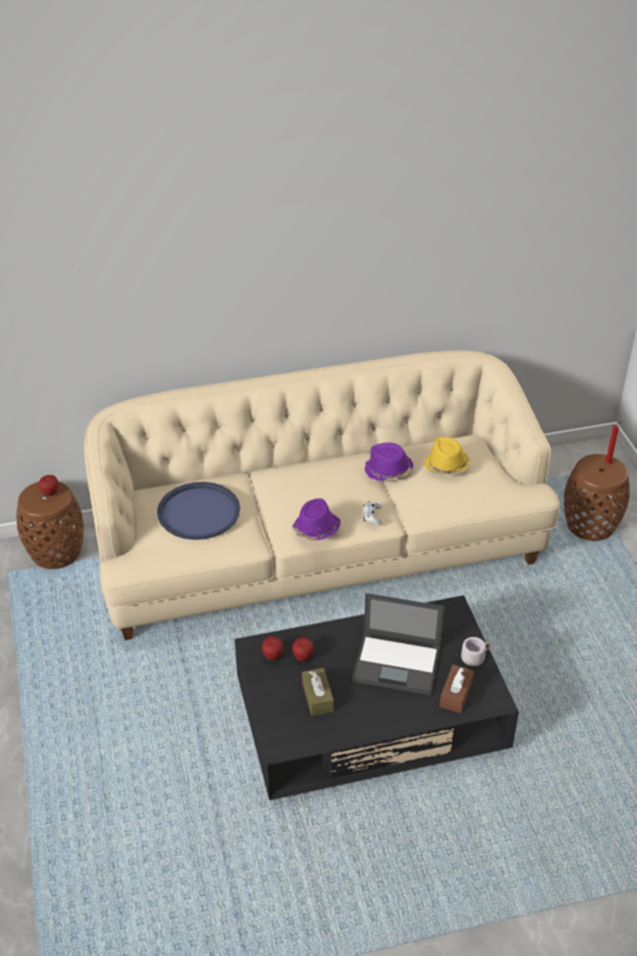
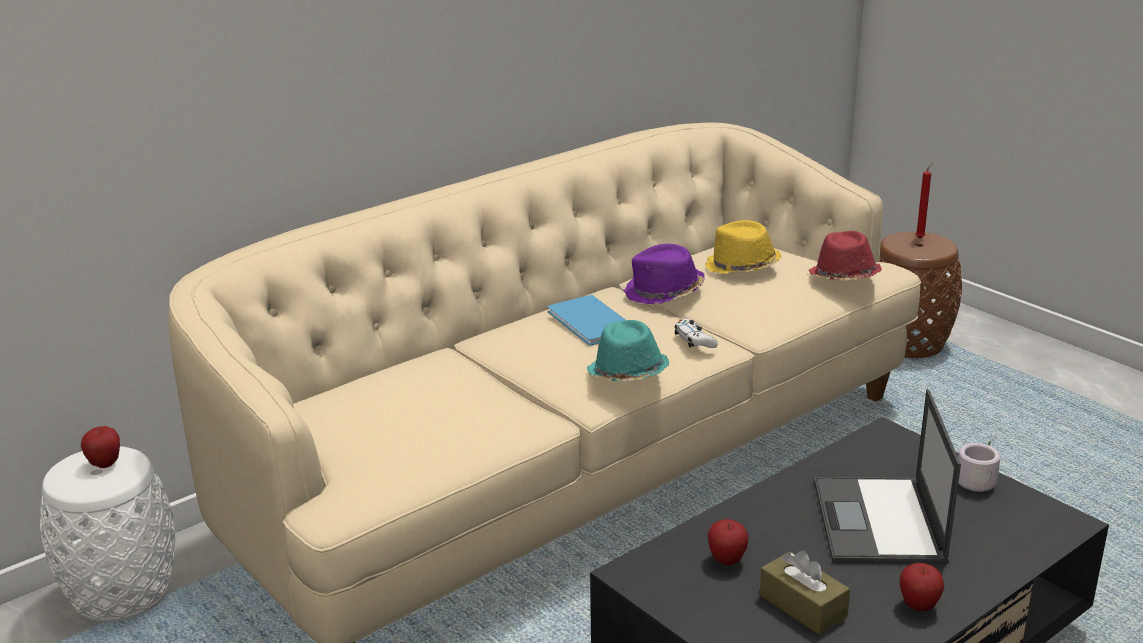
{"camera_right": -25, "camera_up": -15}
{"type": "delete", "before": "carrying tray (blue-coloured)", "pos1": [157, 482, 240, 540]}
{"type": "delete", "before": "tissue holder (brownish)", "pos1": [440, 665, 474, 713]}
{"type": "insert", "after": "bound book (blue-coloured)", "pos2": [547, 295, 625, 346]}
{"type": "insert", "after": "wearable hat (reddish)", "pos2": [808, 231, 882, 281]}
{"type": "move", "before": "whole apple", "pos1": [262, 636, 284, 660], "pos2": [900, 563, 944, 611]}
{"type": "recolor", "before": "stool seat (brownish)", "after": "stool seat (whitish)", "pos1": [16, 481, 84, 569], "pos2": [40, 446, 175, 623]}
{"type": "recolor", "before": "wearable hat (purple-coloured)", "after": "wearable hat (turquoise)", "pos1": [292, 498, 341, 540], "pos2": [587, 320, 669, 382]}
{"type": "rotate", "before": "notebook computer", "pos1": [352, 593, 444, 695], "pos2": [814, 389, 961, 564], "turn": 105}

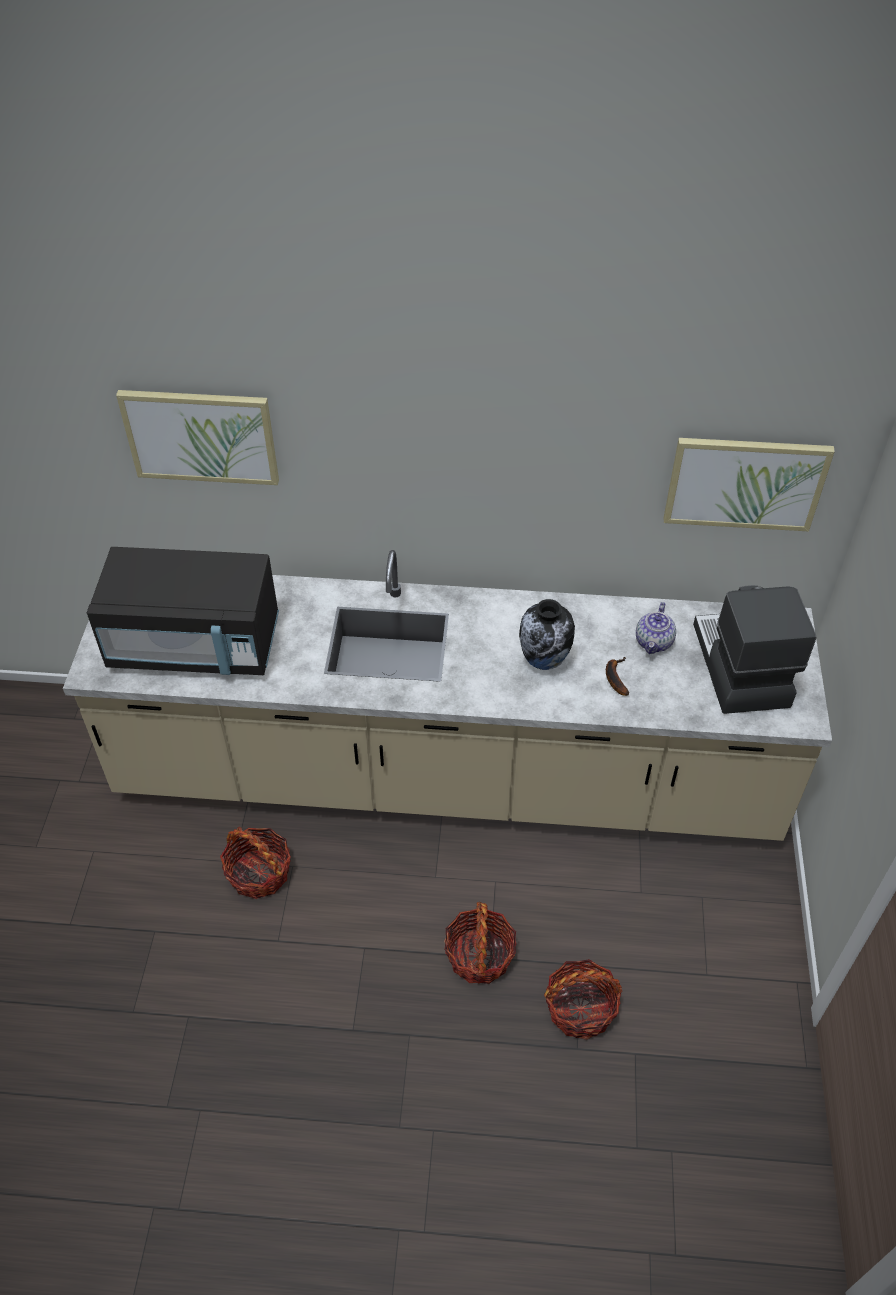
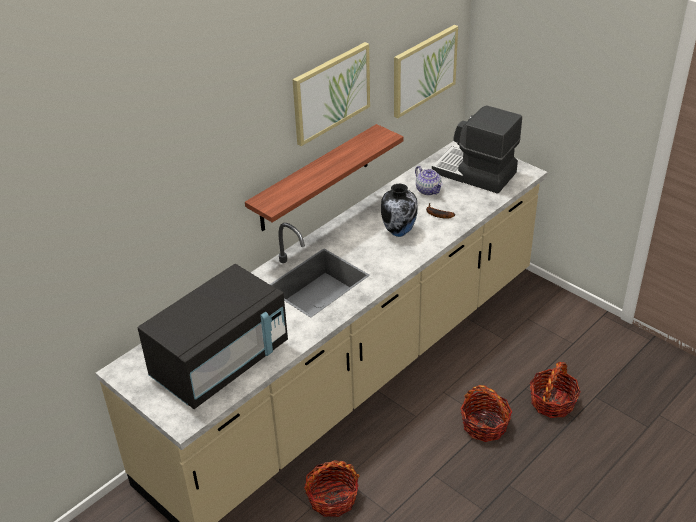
{"camera_right": -50, "camera_up": -10}
{"type": "insert", "after": "wall shelf", "pos2": [245, 124, 403, 231]}
{"type": "move", "before": "picture", "pos1": [116, 390, 279, 485], "pos2": [292, 42, 370, 146]}

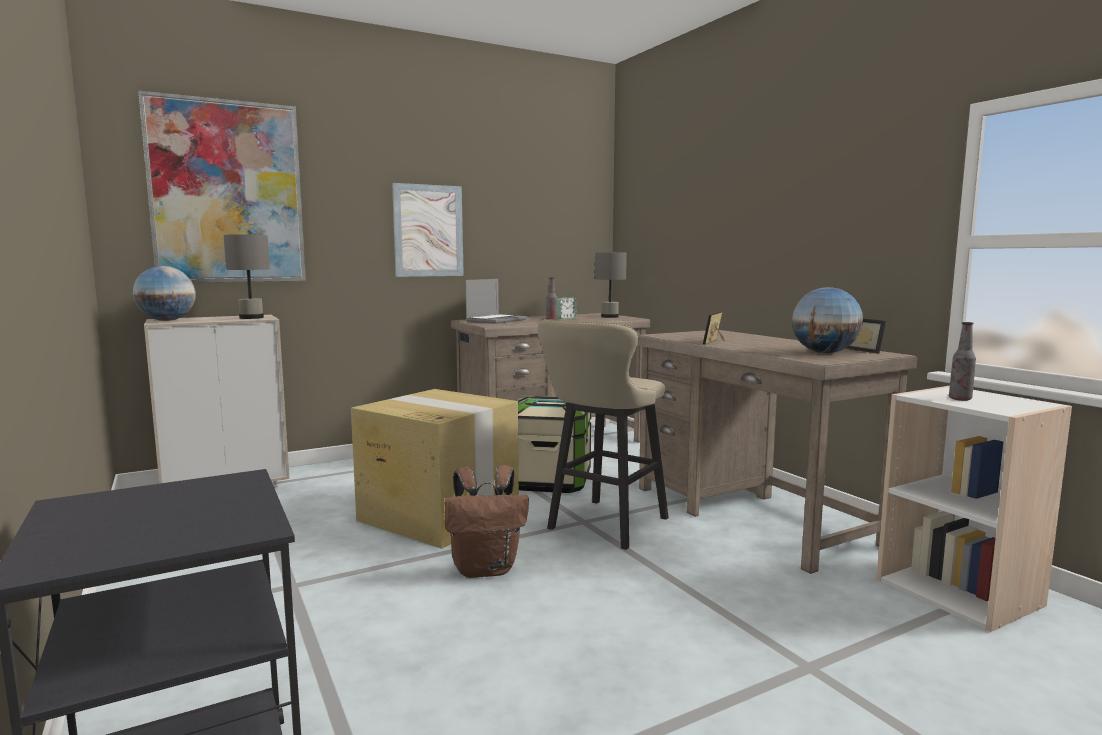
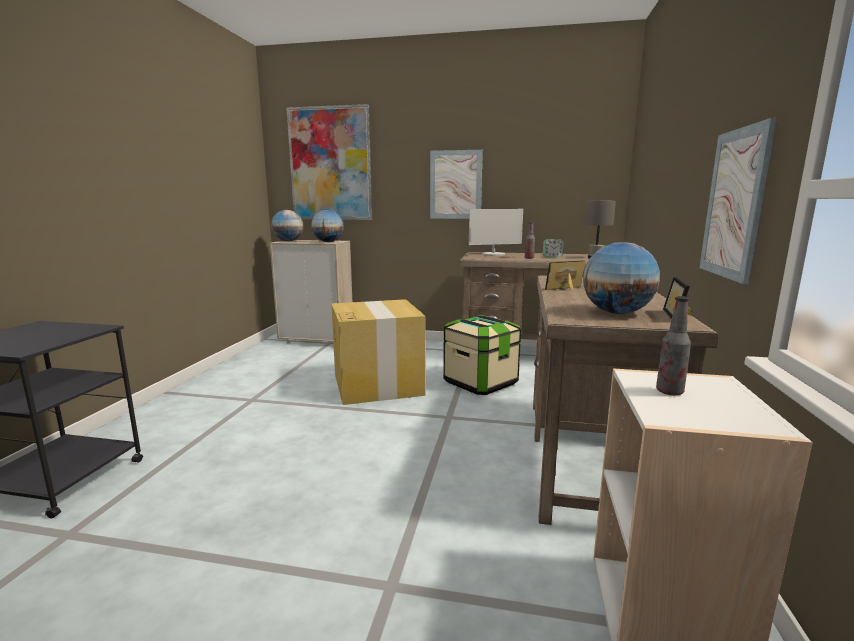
{"camera_right": 40, "camera_up": 5}
{"type": "delete", "before": "rucksack (brownish)", "pos1": [444, 465, 529, 578]}
{"type": "delete", "before": "stool seat (beige-coloured)", "pos1": [537, 319, 669, 550]}
{"type": "insert", "after": "picture", "pos2": [699, 118, 777, 284]}
{"type": "replace", "before": "tabletop lamp (gray)", "after": "desk globe", "pos1": [224, 234, 270, 319], "pos2": [311, 210, 344, 242]}
{"type": "replace", "before": "notebook computer", "after": "computer screen", "pos1": [465, 279, 527, 324], "pos2": [469, 209, 523, 256]}

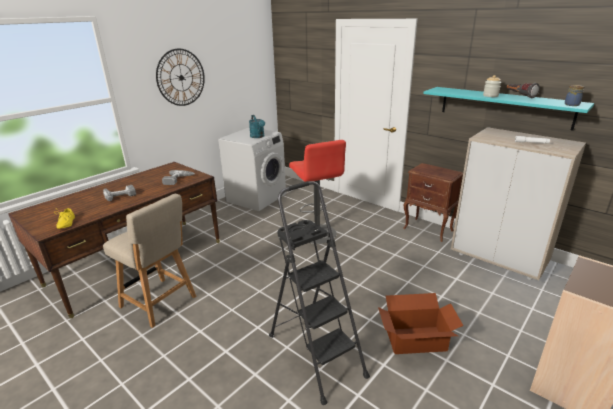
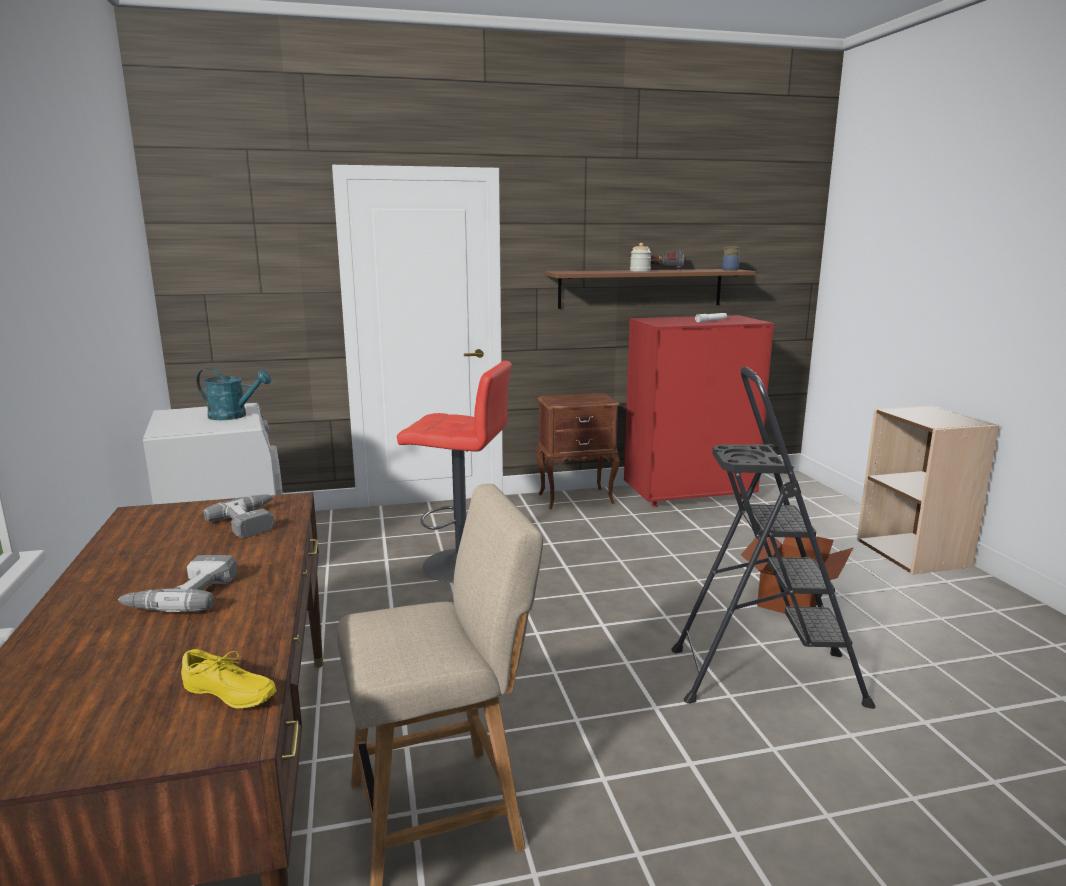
{"camera_right": -55, "camera_up": -10}
{"type": "delete", "before": "clock on the wall", "pos1": [156, 49, 205, 106]}
{"type": "recolor", "before": "wall shelf (turquoise)", "after": "wall shelf (brownish)", "pos1": [423, 87, 594, 131], "pos2": [545, 269, 755, 309]}
{"type": "recolor", "before": "storage cabinet (beige-coloured)", "after": "storage cabinet (reddish)", "pos1": [451, 127, 586, 280], "pos2": [624, 315, 774, 507]}

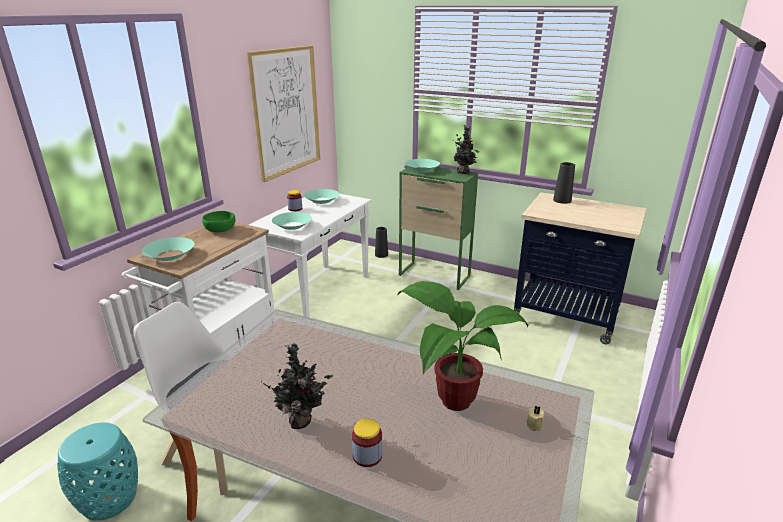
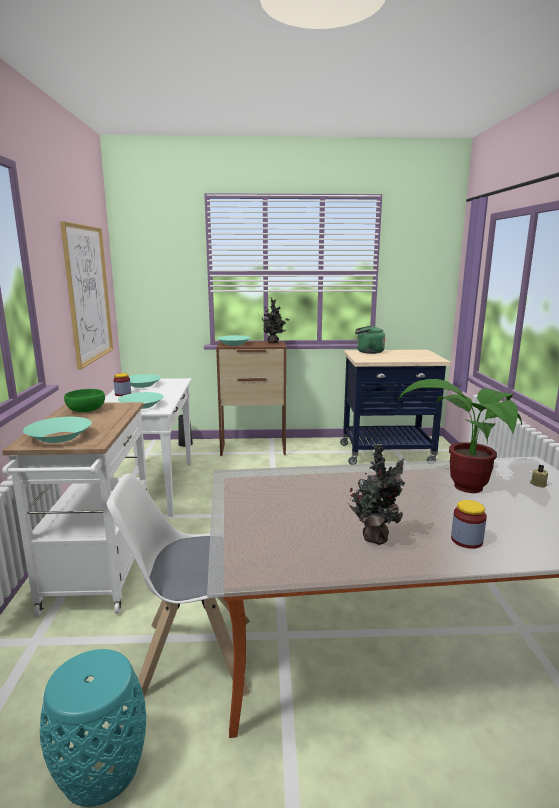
{"camera_right": -30, "camera_up": -10}
{"type": "replace", "before": "decorative vase (blackish)", "after": "tea kettle (green-coloured)", "pos1": [553, 162, 575, 204], "pos2": [355, 325, 385, 354]}
{"type": "recolor", "before": "storage cabinet (green-coloured)", "after": "storage cabinet (brownish)", "pos1": [399, 167, 478, 290], "pos2": [216, 341, 286, 456]}

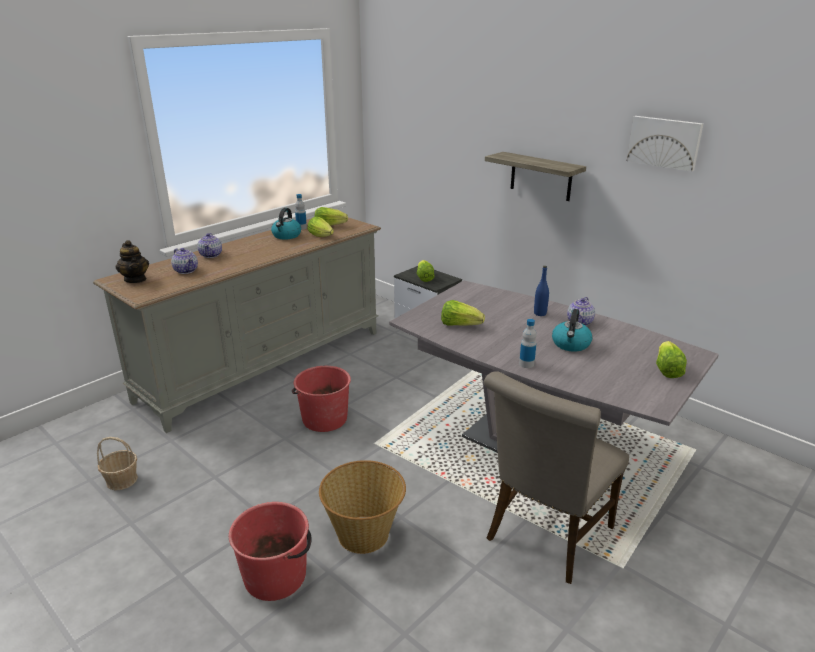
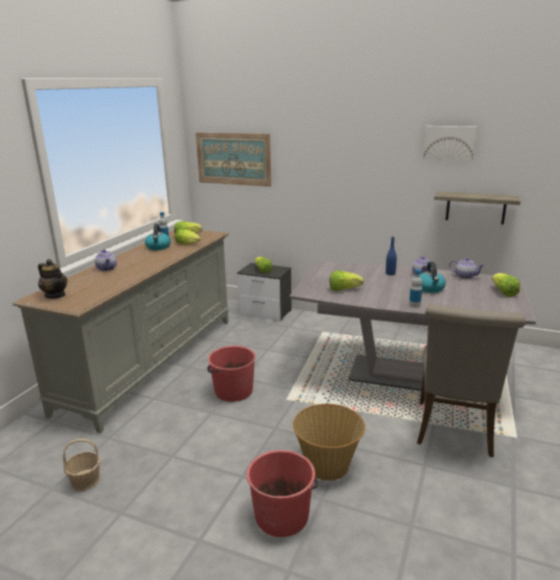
{"camera_right": -20, "camera_up": -5}
{"type": "insert", "after": "picture", "pos2": [196, 132, 271, 187]}
{"type": "move", "before": "tea pot", "pos1": [171, 248, 198, 274], "pos2": [449, 258, 484, 279]}
{"type": "move", "before": "wall shelf", "pos1": [485, 152, 586, 201], "pos2": [434, 191, 521, 225]}

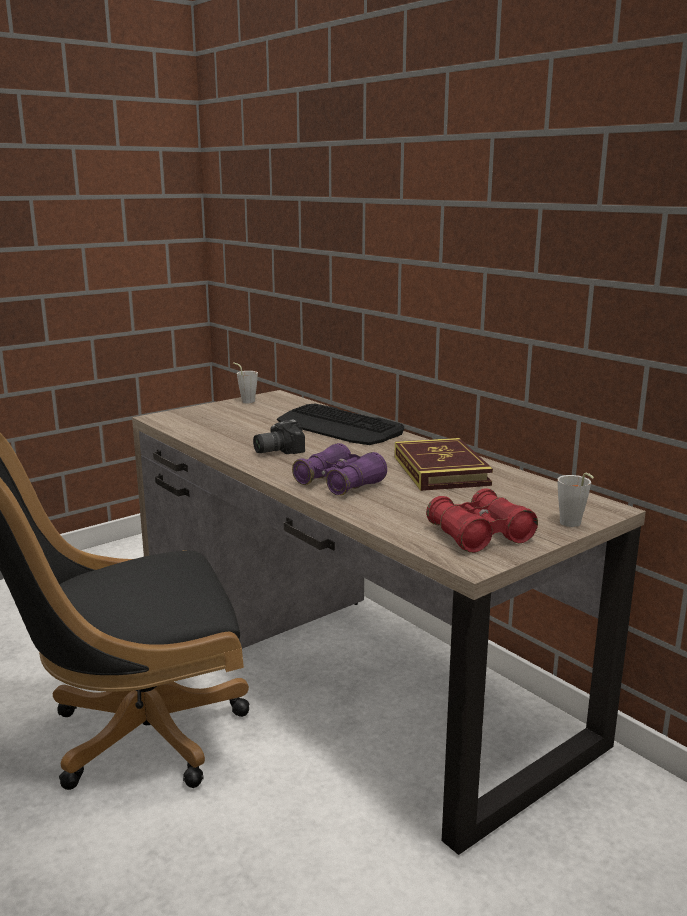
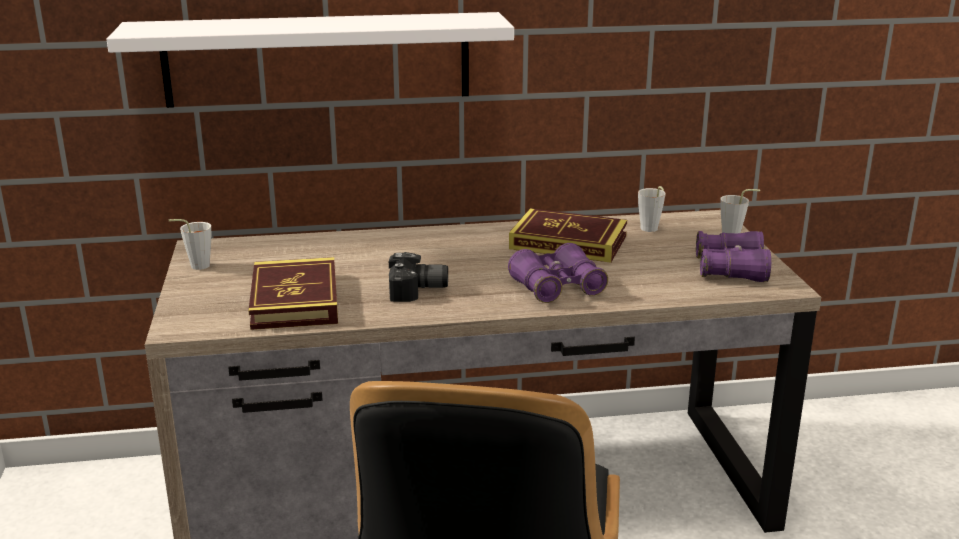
{"camera_right": -60, "camera_up": 5}
{"type": "delete", "before": "computer keyboard", "pos1": [277, 404, 404, 445]}
{"type": "insert", "after": "wall shelf (whitish)", "pos2": [106, 12, 514, 108]}
{"type": "insert", "after": "bound book", "pos2": [248, 257, 338, 330]}
{"type": "insert", "after": "drinking cup (gray)", "pos2": [638, 186, 666, 232]}
{"type": "recolor", "before": "field glasses (reddish)", "after": "field glasses (purple-coloured)", "pos1": [426, 488, 538, 553], "pos2": [696, 231, 771, 282]}
{"type": "rotate", "before": "photo camera", "pos1": [253, 419, 305, 454], "pos2": [389, 252, 448, 302], "turn": -90}

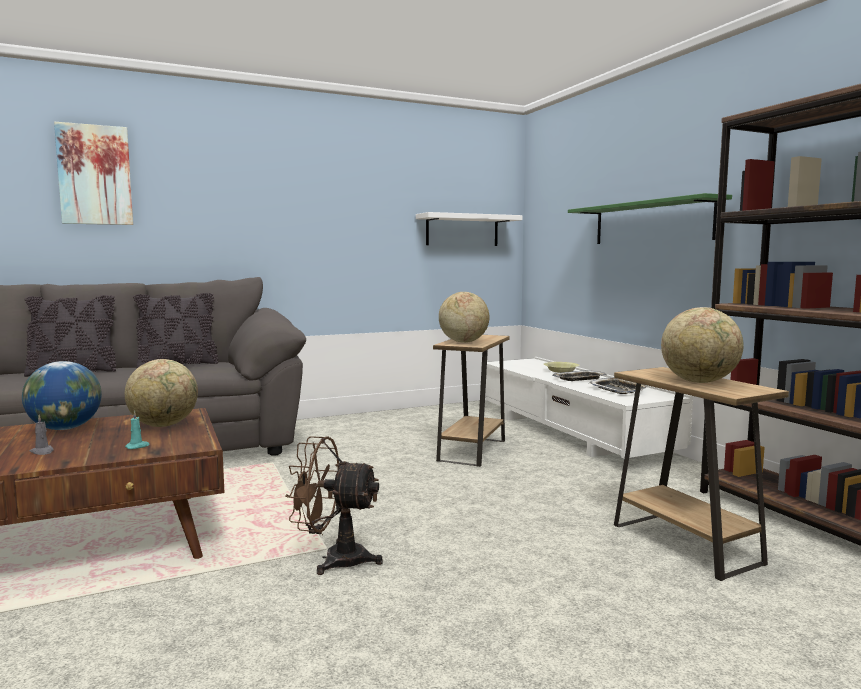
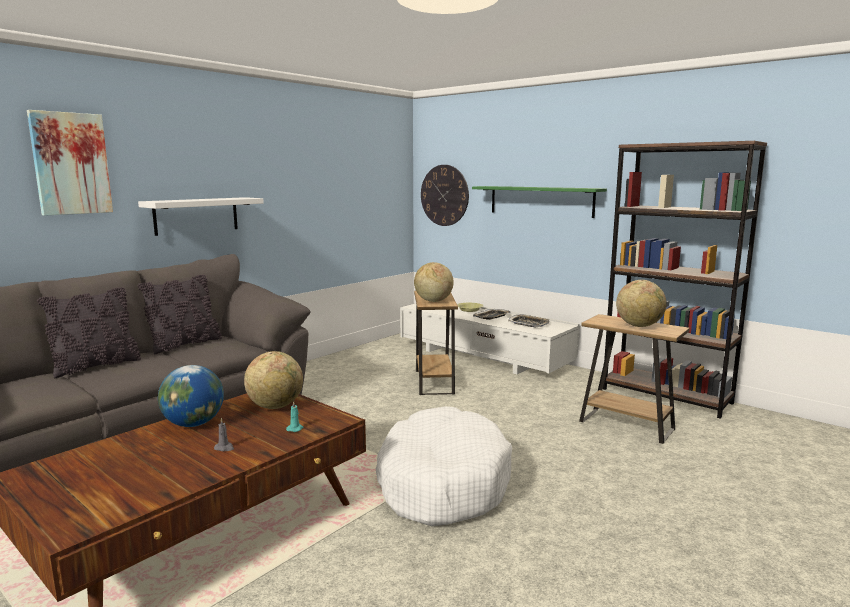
{"camera_right": -25, "camera_up": 5}
{"type": "insert", "after": "clock on the wall", "pos2": [421, 165, 469, 226]}
{"type": "move", "before": "wall shelf (whitish)", "pos1": [416, 212, 523, 246], "pos2": [138, 197, 264, 236]}
{"type": "replace", "before": "electric fan (brownish)", "after": "dog cushion (whitish)", "pos1": [285, 436, 383, 575], "pos2": [376, 406, 512, 526]}

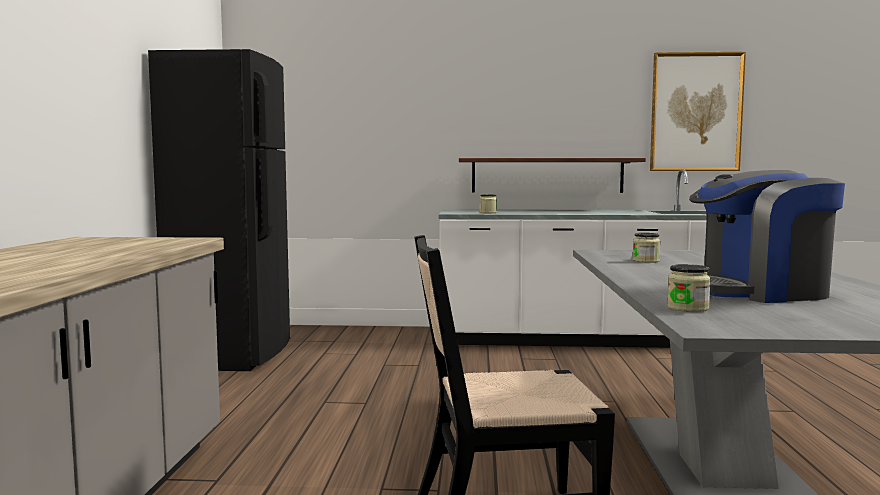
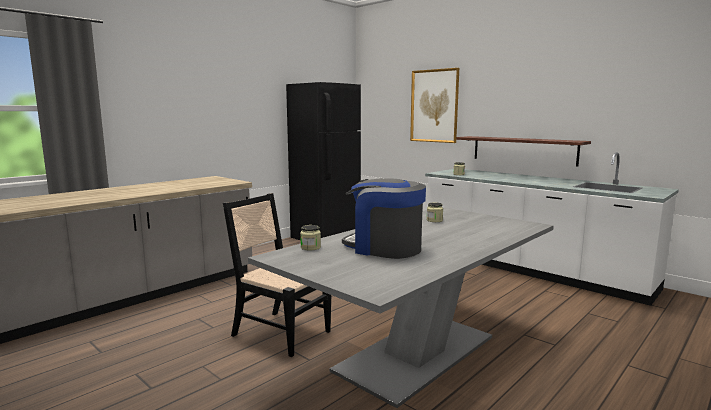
{"camera_right": 40, "camera_up": 5}
{"type": "move", "before": "picture", "pos1": [650, 52, 746, 171], "pos2": [410, 68, 459, 143]}

